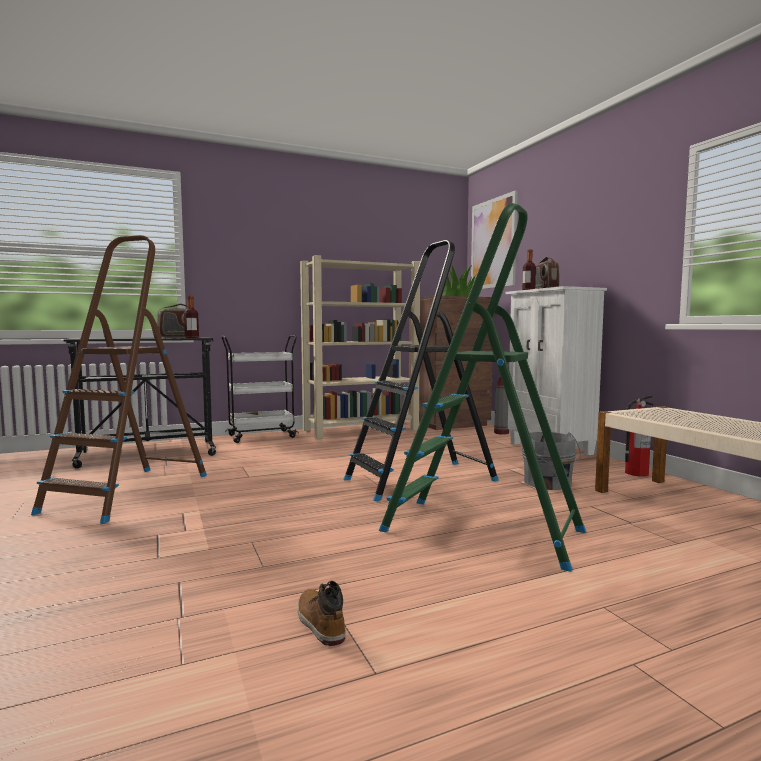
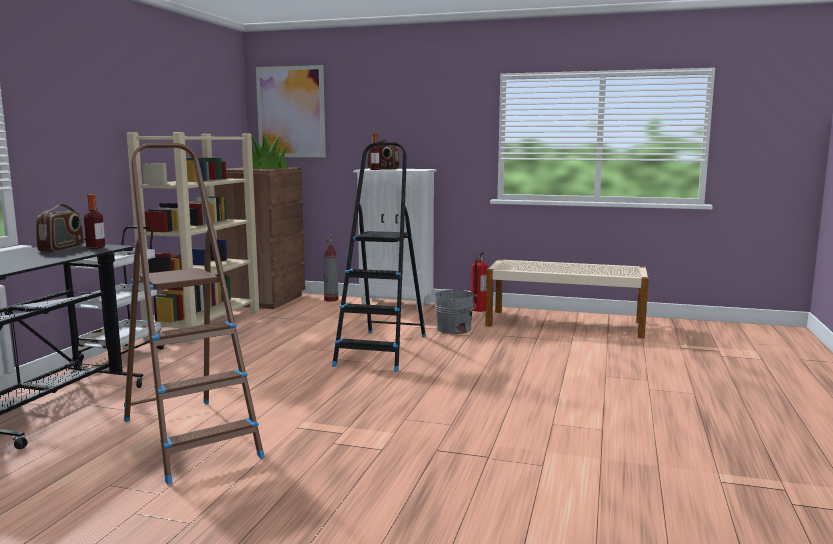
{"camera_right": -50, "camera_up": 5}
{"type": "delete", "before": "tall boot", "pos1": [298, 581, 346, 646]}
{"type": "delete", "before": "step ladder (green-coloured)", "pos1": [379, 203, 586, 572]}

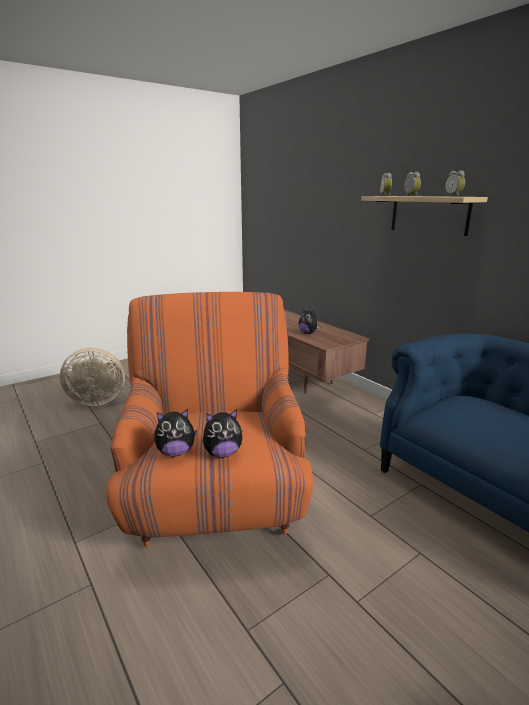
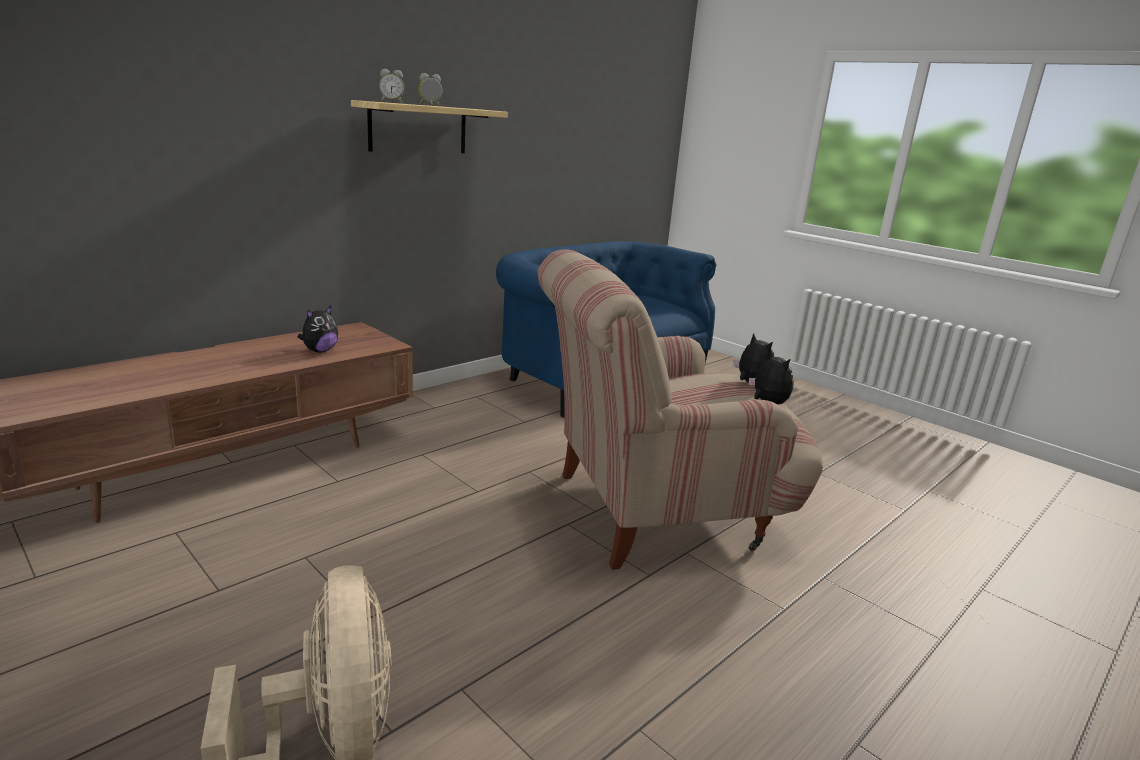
{"camera_right": -100, "camera_up": 0}
{"type": "delete", "before": "table clock", "pos1": [445, 170, 465, 196]}
{"type": "recolor", "before": "easy chair (orange)", "after": "easy chair (beige-coloured)", "pos1": [106, 292, 313, 548], "pos2": [537, 249, 823, 570]}

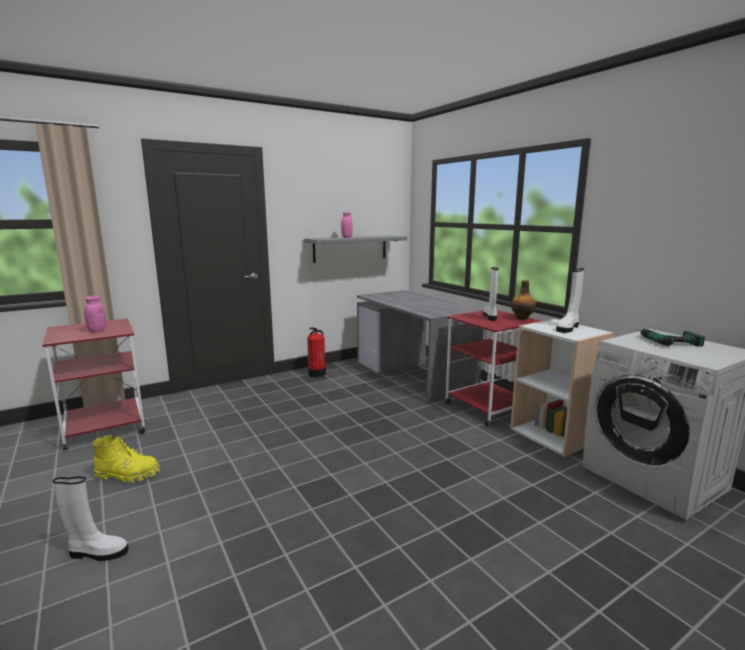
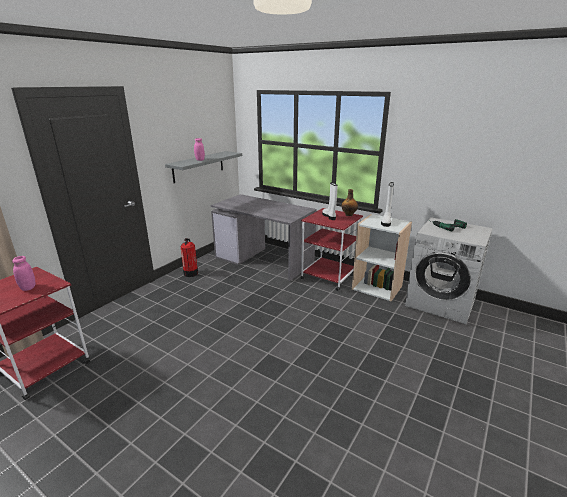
{"camera_right": -25, "camera_up": 10}
{"type": "delete", "before": "tall boot (whitish)", "pos1": [53, 477, 129, 561]}
{"type": "delete", "before": "tall boot (yellowish)", "pos1": [93, 436, 160, 484]}

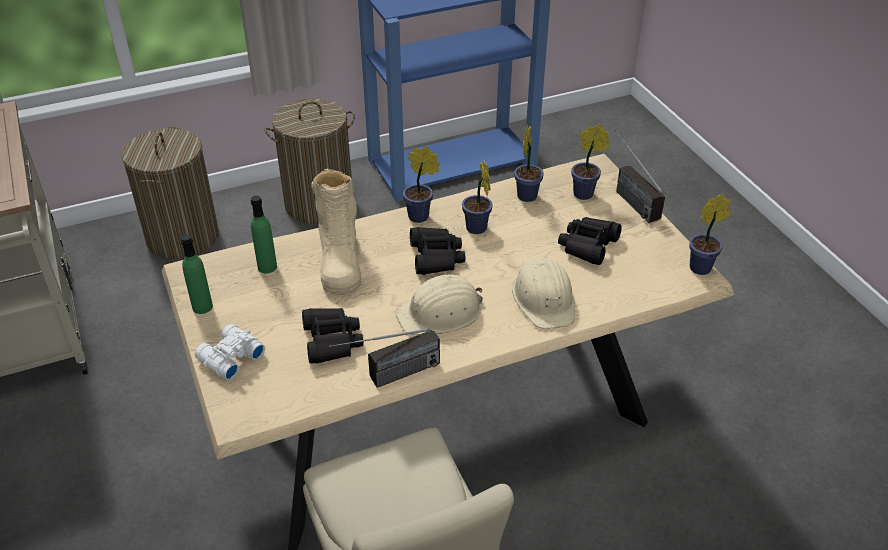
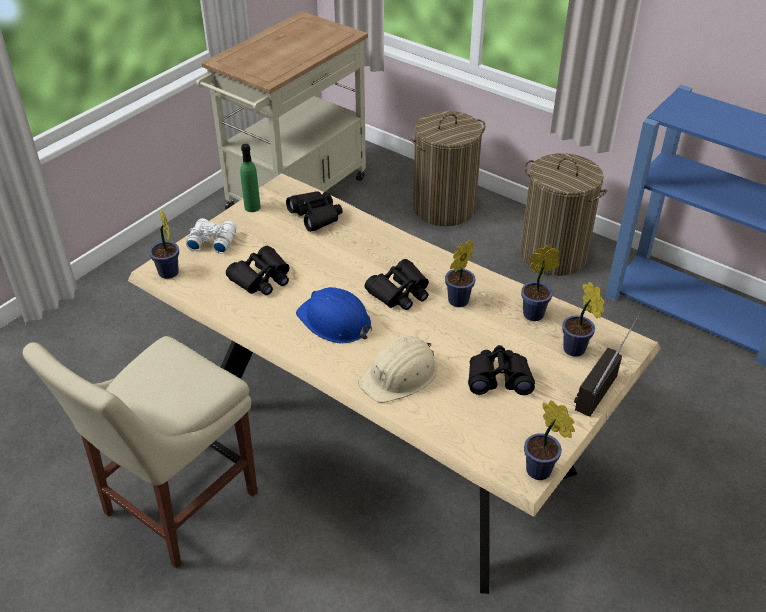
{"camera_right": 60, "camera_up": 0}
{"type": "delete", "before": "tall boot (beige-coloured)", "pos1": [312, 168, 362, 295]}
{"type": "delete", "before": "radio", "pos1": [329, 328, 440, 388]}
{"type": "move", "before": "potted plant", "pos1": [403, 147, 440, 223], "pos2": [149, 208, 179, 279]}
{"type": "replace", "before": "bottle (green-coloured)", "after": "field glasses (blackish)", "pos1": [251, 196, 277, 273], "pos2": [286, 191, 342, 232]}
{"type": "recolor", "before": "hard hat (beige-coloured)", "after": "hard hat (blue-coloured)", "pos1": [396, 275, 483, 335], "pos2": [296, 287, 372, 343]}

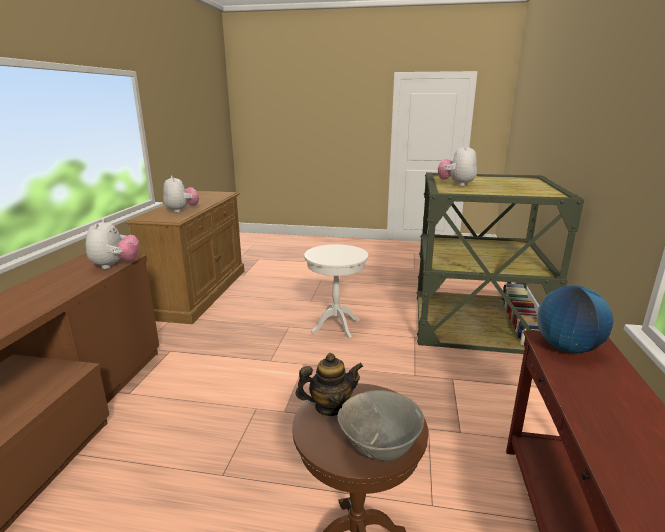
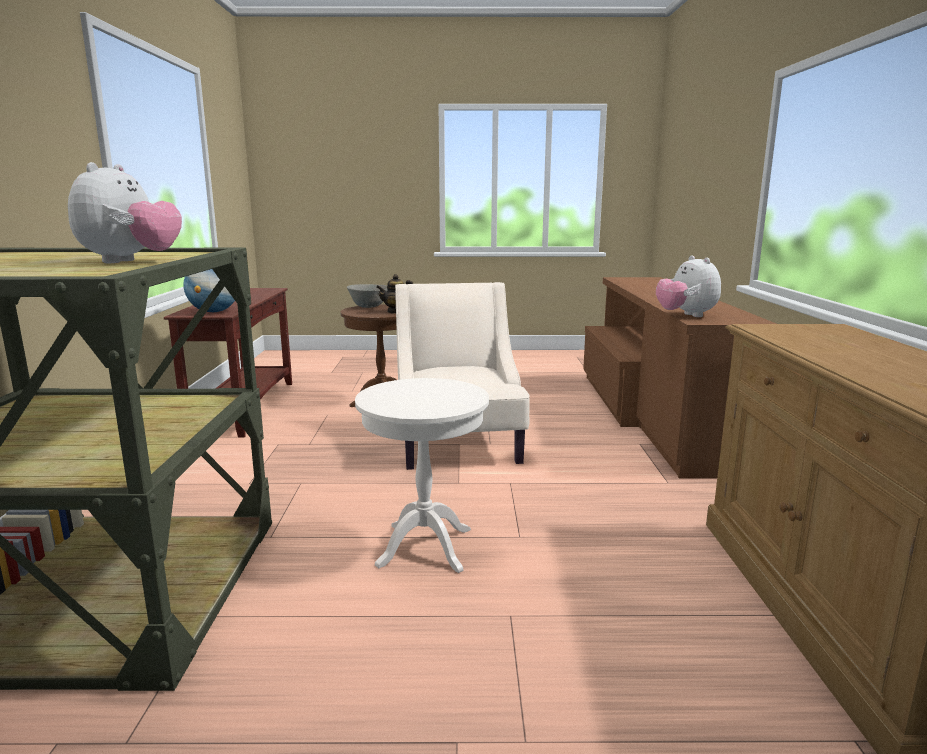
{"camera_right": 170, "camera_up": -5}
{"type": "delete", "before": "cuddly toy", "pos1": [163, 176, 199, 213]}
{"type": "insert", "after": "easy chair (beige-coloured)", "pos2": [395, 282, 530, 470]}

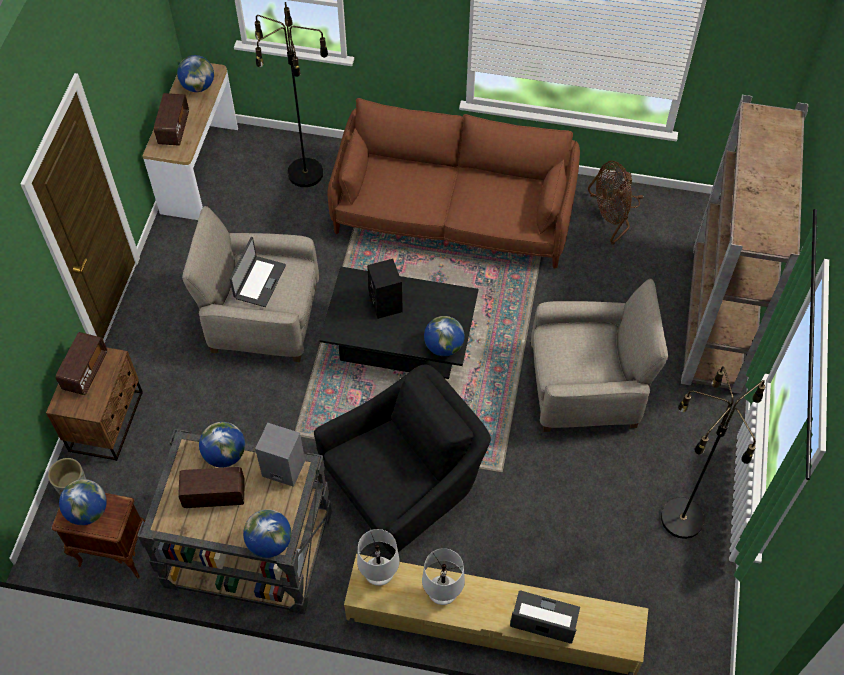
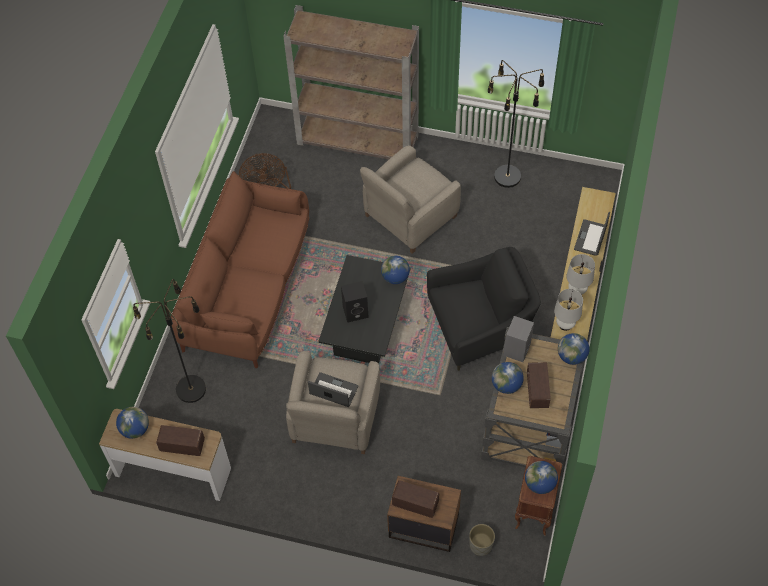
{"camera_right": -85, "camera_up": 0}
{"type": "rotate", "before": "easy chair (blackish)", "pos1": [314, 364, 491, 557], "pos2": [427, 247, 541, 371], "turn": 105}
{"type": "rotate", "before": "easy chair (beige-coloured)", "pos1": [531, 279, 668, 432], "pos2": [360, 146, 461, 254], "turn": -135}

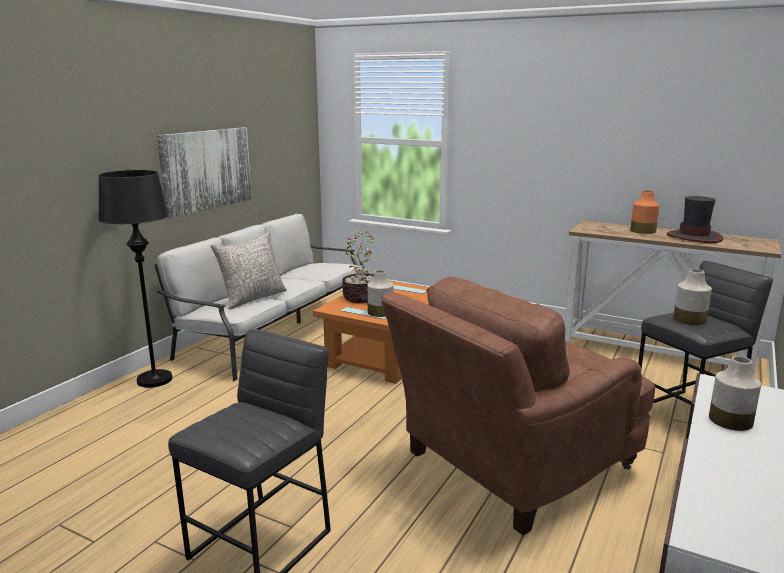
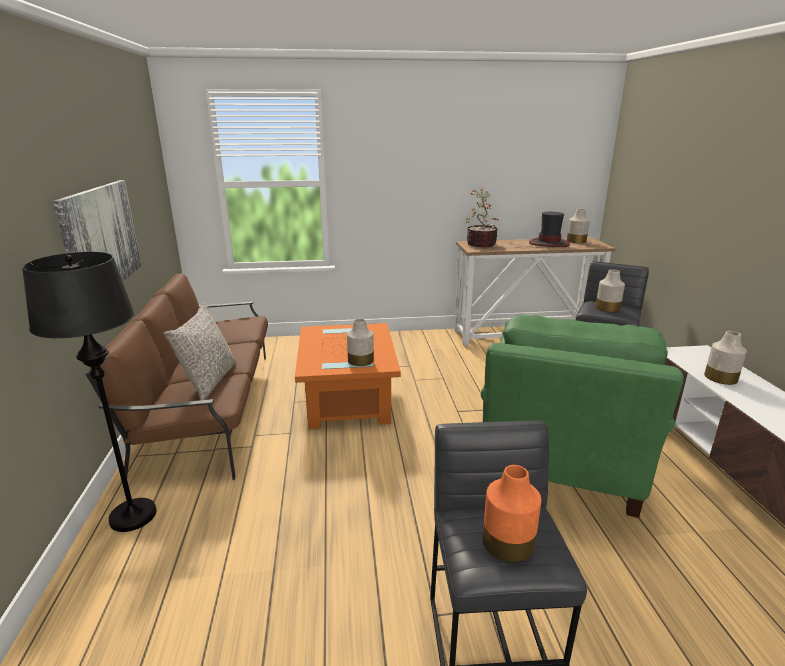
{"camera_right": -35, "camera_up": 5}
{"type": "insert", "after": "decorative vase (beige-coloured)", "pos2": [567, 209, 590, 243]}
{"type": "move", "before": "potted plant", "pos1": [342, 231, 374, 303], "pos2": [466, 189, 498, 247]}
{"type": "move", "before": "decorative vase (orange)", "pos1": [630, 190, 660, 234], "pos2": [482, 465, 541, 562]}
{"type": "recolor", "before": "sofa (whitish)", "after": "sofa (brownish)", "pos1": [154, 214, 362, 381], "pos2": [86, 273, 268, 480]}
{"type": "recolor", "before": "easy chair (brownish)", "after": "easy chair (green-coloured)", "pos1": [381, 276, 655, 535], "pos2": [481, 315, 684, 518]}

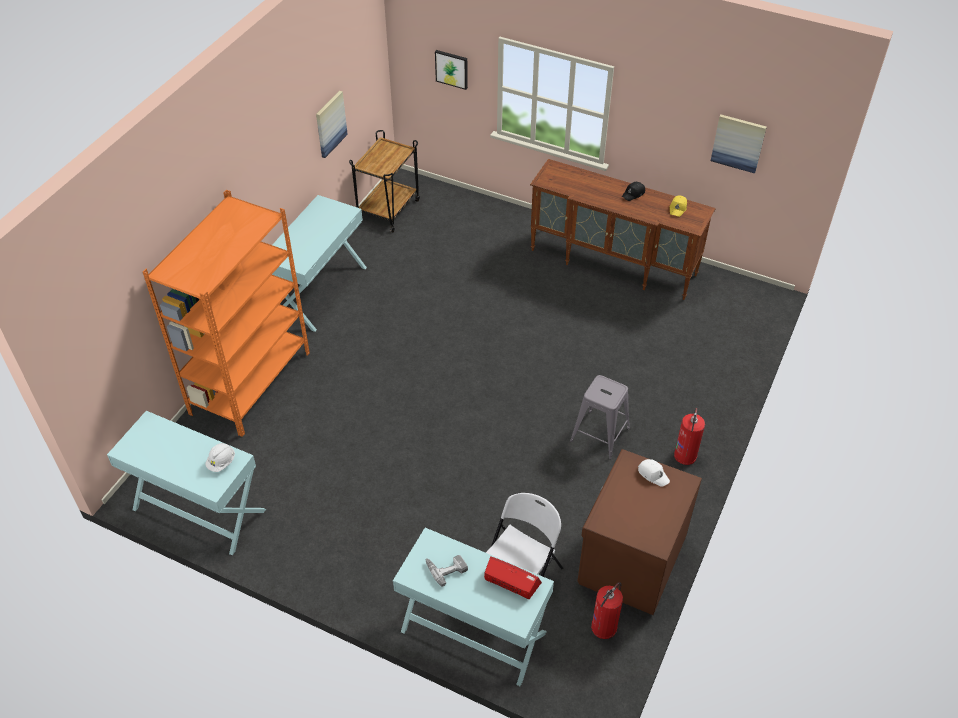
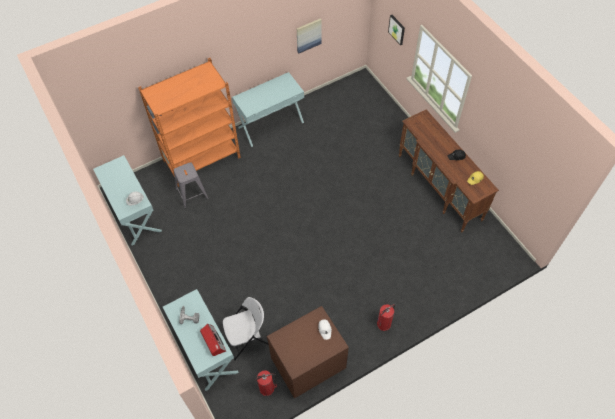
{"camera_right": 35, "camera_up": 10}
{"type": "delete", "before": "wheeled cart (brownish)", "pos1": [349, 130, 420, 232]}
{"type": "delete", "before": "picture", "pos1": [711, 115, 767, 174]}
{"type": "move", "before": "stool seat (gray)", "pos1": [570, 375, 630, 459], "pos2": [174, 162, 208, 208]}

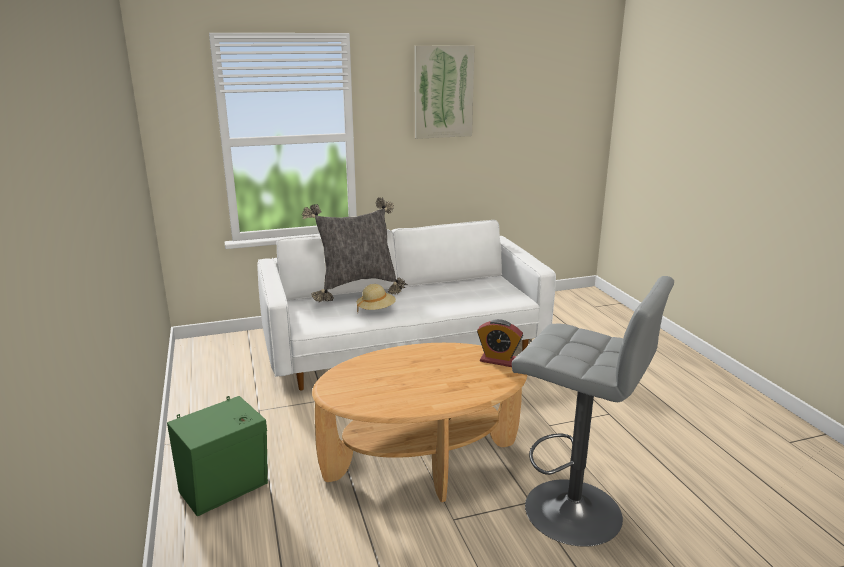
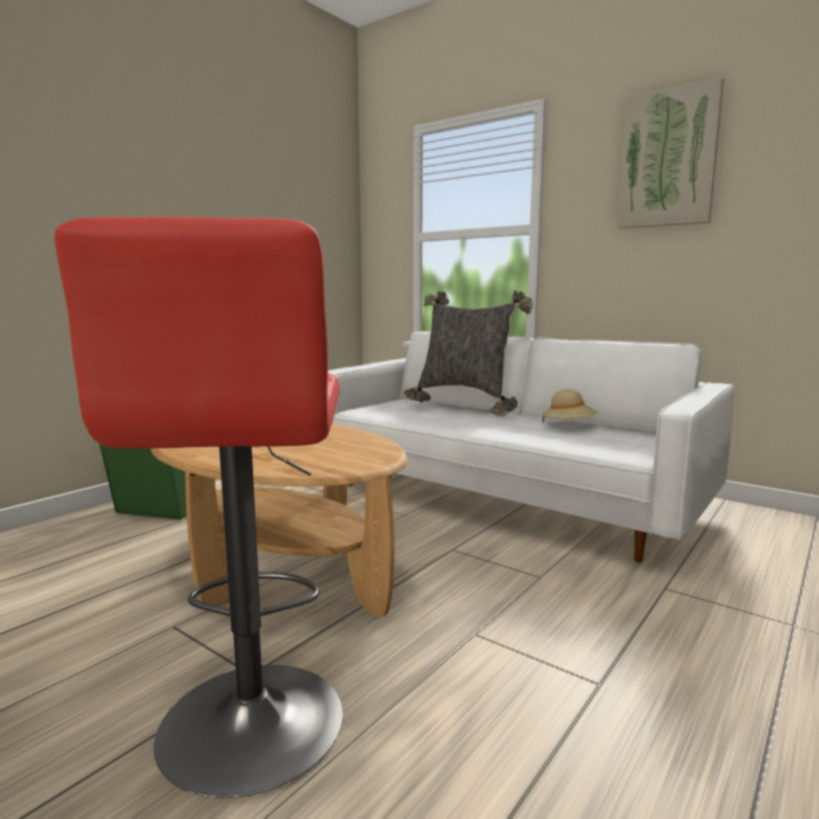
{"camera_right": 55, "camera_up": -10}
{"type": "delete", "before": "table clock", "pos1": [477, 319, 523, 367]}
{"type": "move", "before": "wearable hat (beige-coloured)", "pos1": [357, 284, 396, 312], "pos2": [542, 389, 597, 423]}
{"type": "recolor", "before": "stool seat (gray)", "after": "stool seat (reddish)", "pos1": [512, 276, 674, 547], "pos2": [55, 217, 343, 798]}

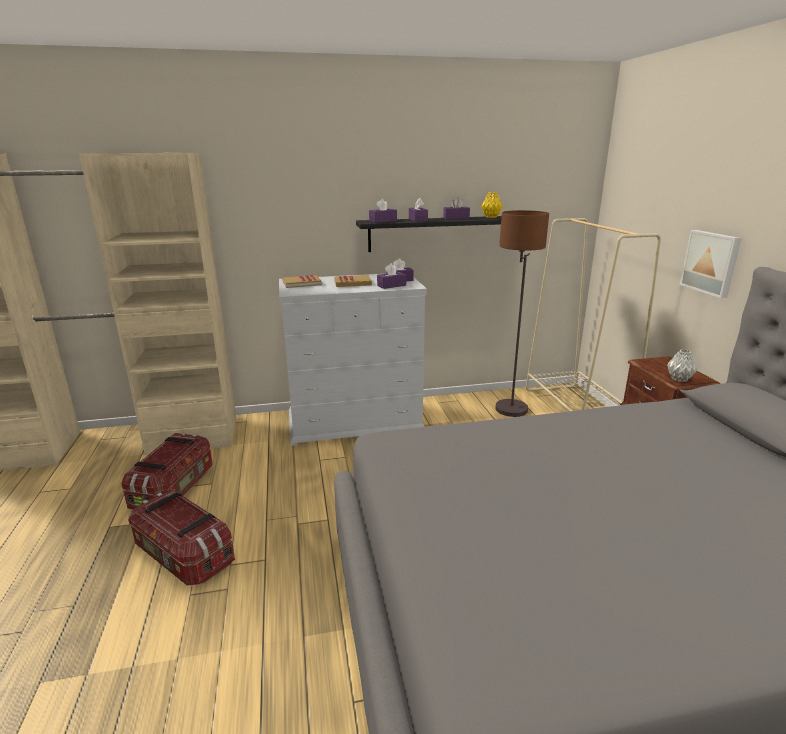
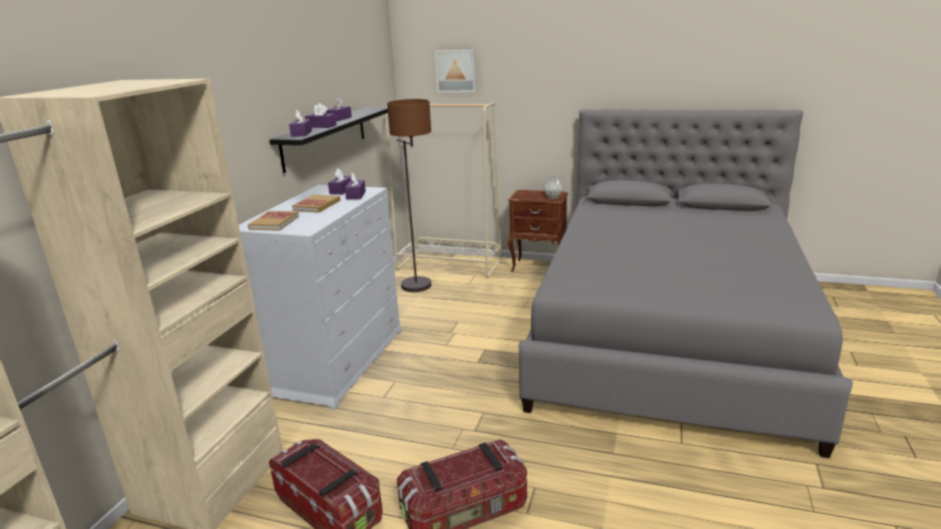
{"camera_right": -60, "camera_up": 0}
{"type": "delete", "before": "decorative vase (yellowish)", "pos1": [481, 192, 503, 218]}
{"type": "move", "before": "picture", "pos1": [680, 230, 742, 298], "pos2": [435, 50, 476, 92]}

